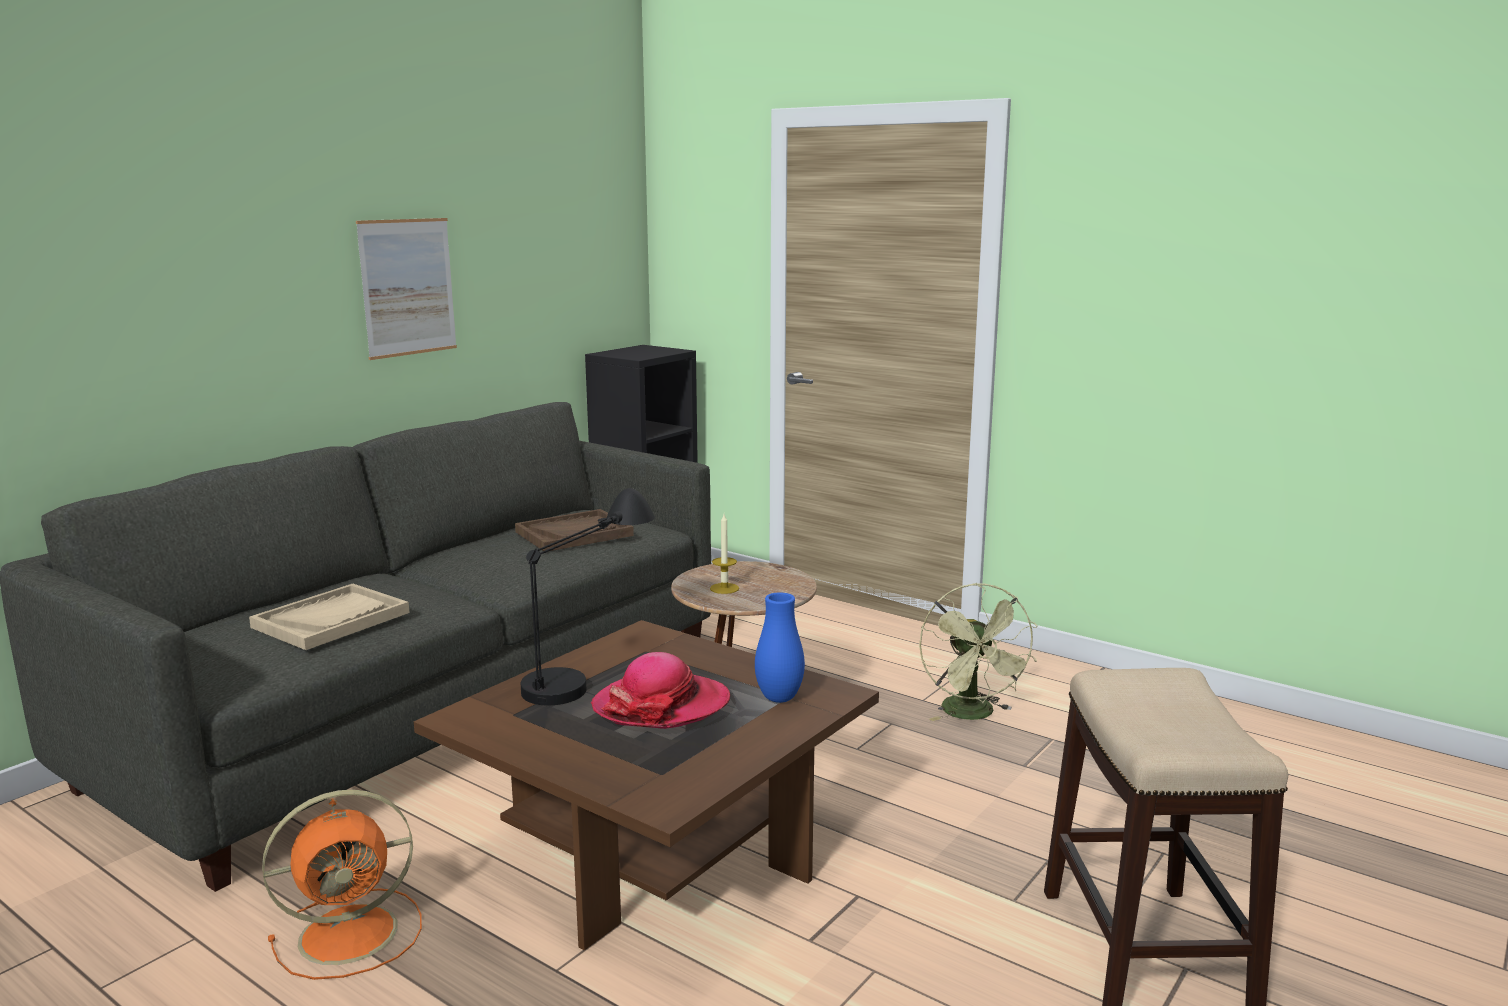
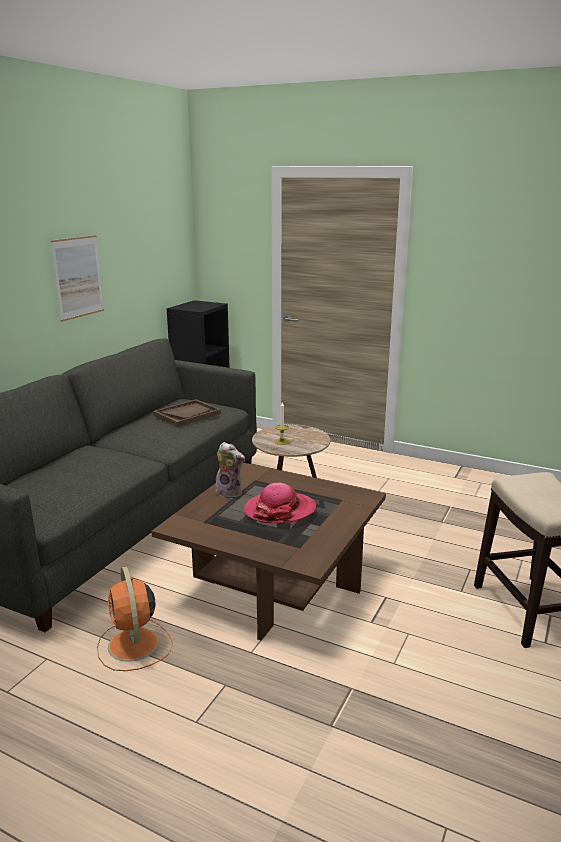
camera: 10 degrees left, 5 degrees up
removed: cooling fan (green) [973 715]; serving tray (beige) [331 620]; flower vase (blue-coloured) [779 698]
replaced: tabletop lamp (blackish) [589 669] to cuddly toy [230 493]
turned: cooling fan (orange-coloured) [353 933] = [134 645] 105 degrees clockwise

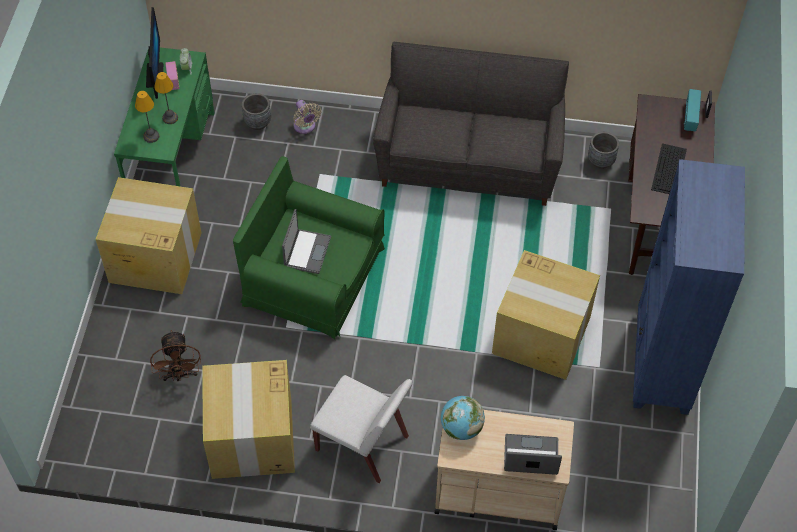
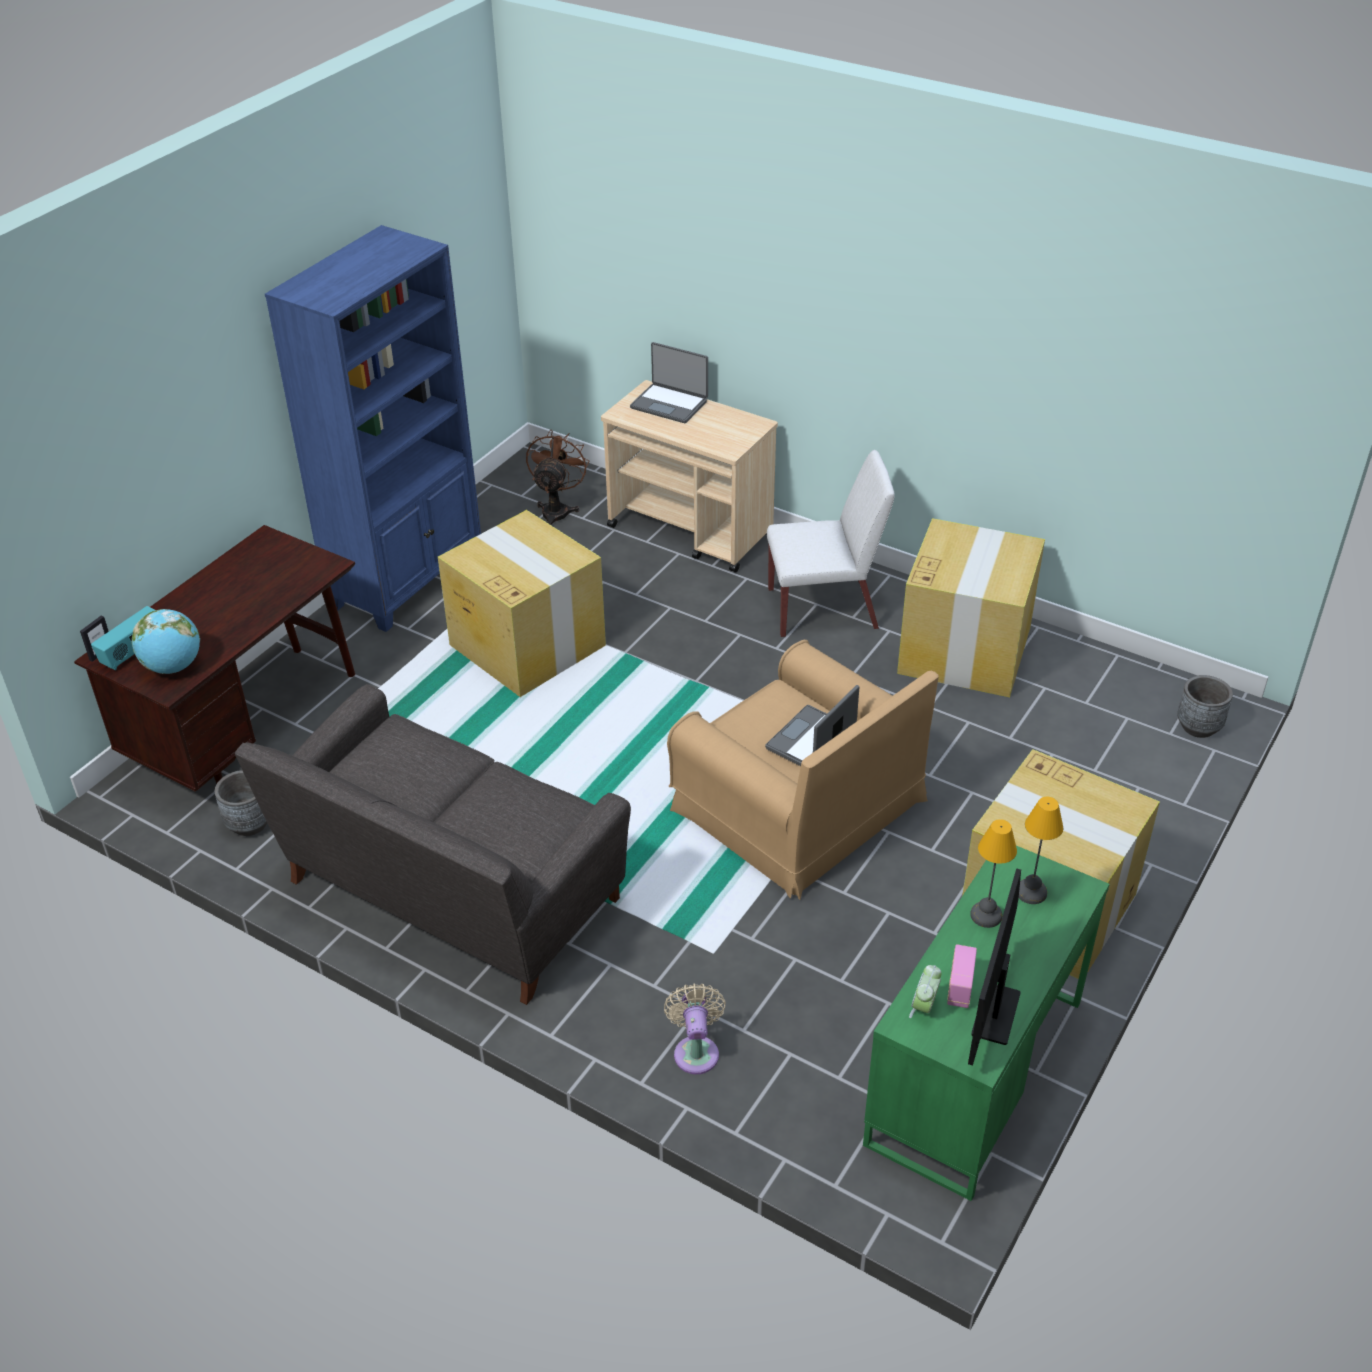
camera: 155 degrees left, 15 degrees down
removed: computer keyboard [669 170]
moved: planter (gray) [258 122] to [1198 727]; cooling fan (brown-coloured) [180 375] to [557 510]; world globe [461 428] to [173 666]
recoloured: armchair (green) [313 275] to armchair (brown-coloured) [799 804]
turned: chair (white) [363 444] = [824 608] 120 degrees clockwise

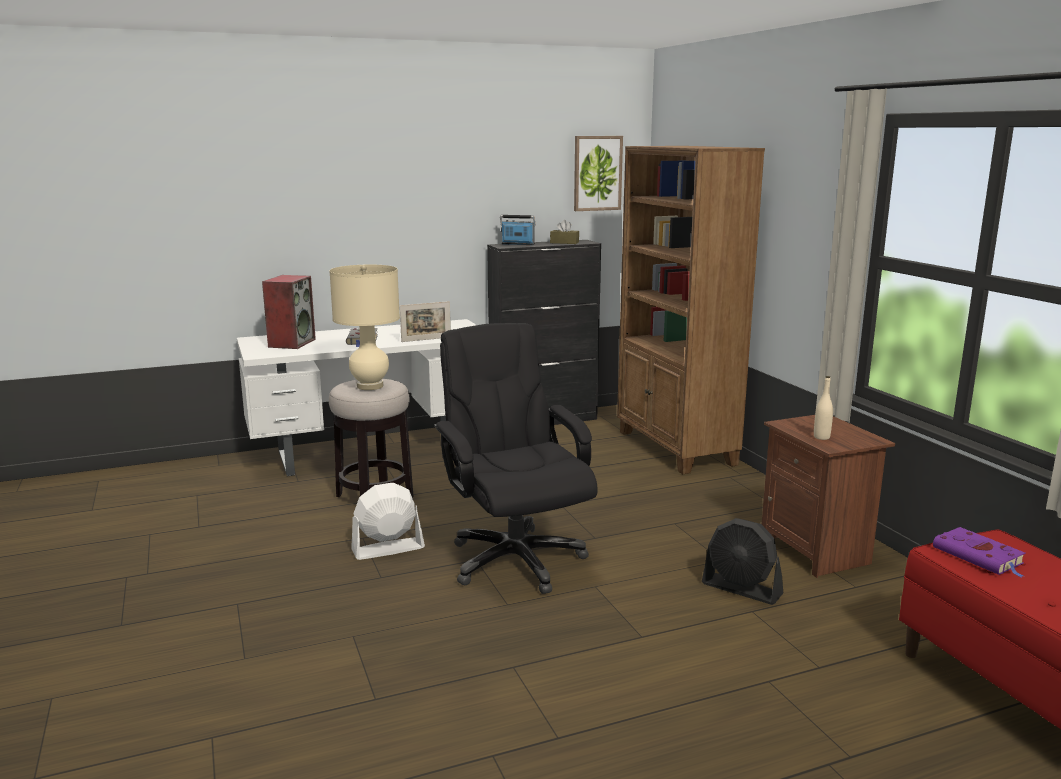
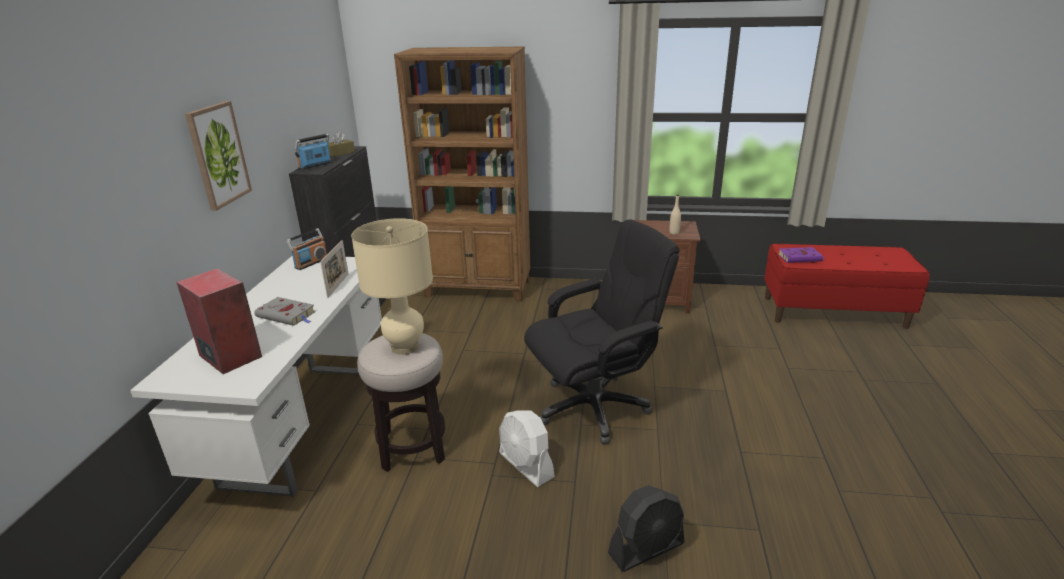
camera: 60 degrees left, 10 degrees up
added: radio receiver [311 263]
moved: picture [597 173] to [218 155]; cooling fan (blackish) [742 589] to [646 548]
turned: office chair (blackish) [515 559] = [594 406] 150 degrees clockwise; cooling fan (white) [387 549] = [526 465] 45 degrees counterclockwise

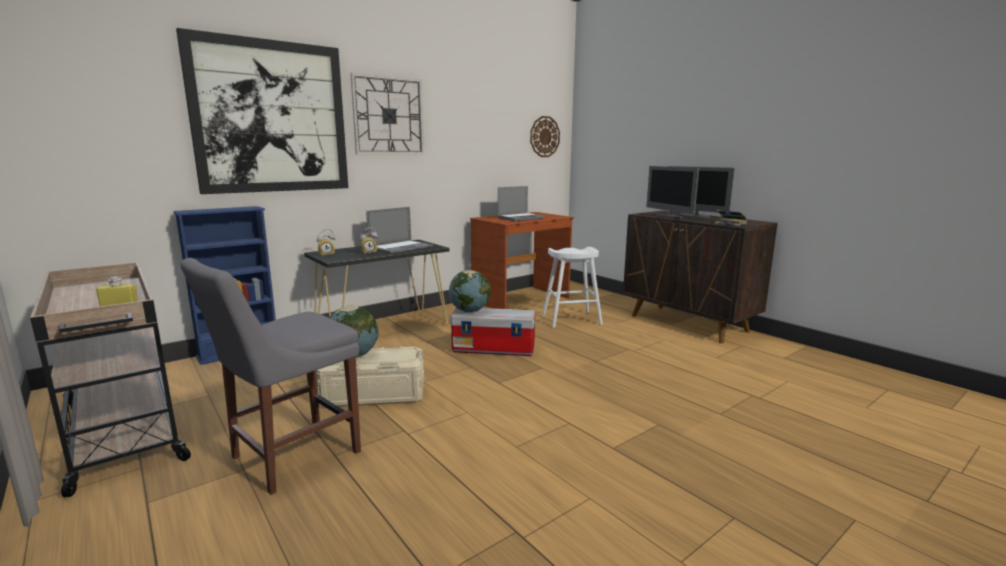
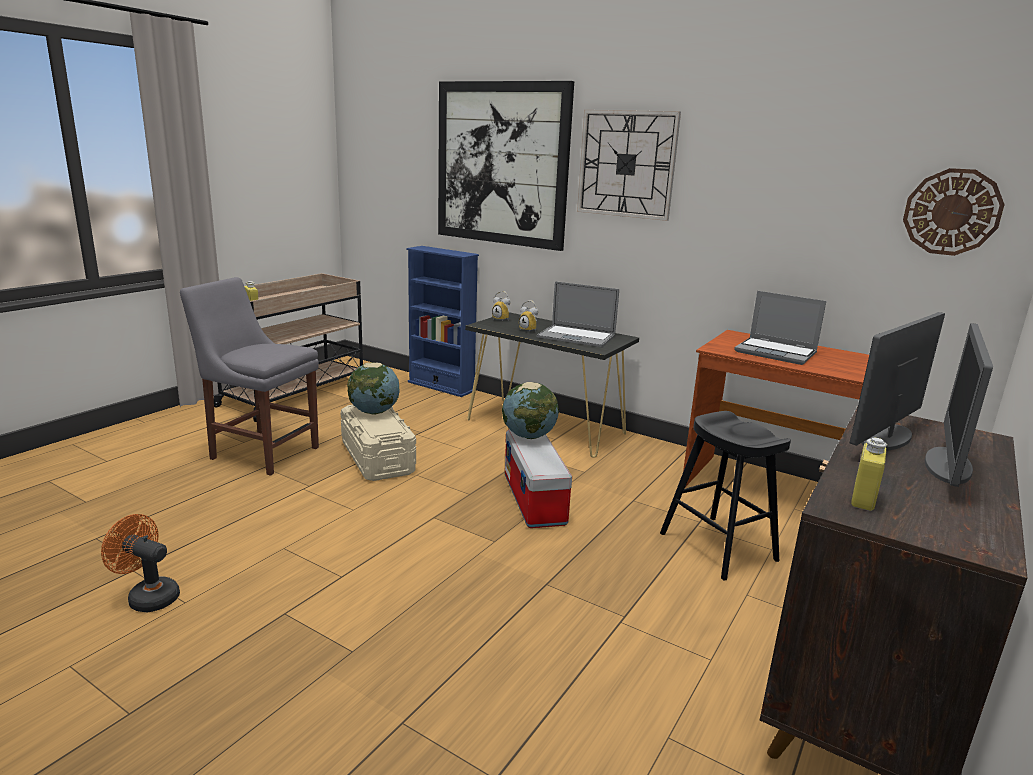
camera: 70 degrees right, 5 degrees up
added: cooling fan (orange-coloured) [148 597]
replaced: book [729 223] to bottle (yellow-coloured) [863 499]
recoloured: stool (white) [571 319] to stool (blackish) [718 547]

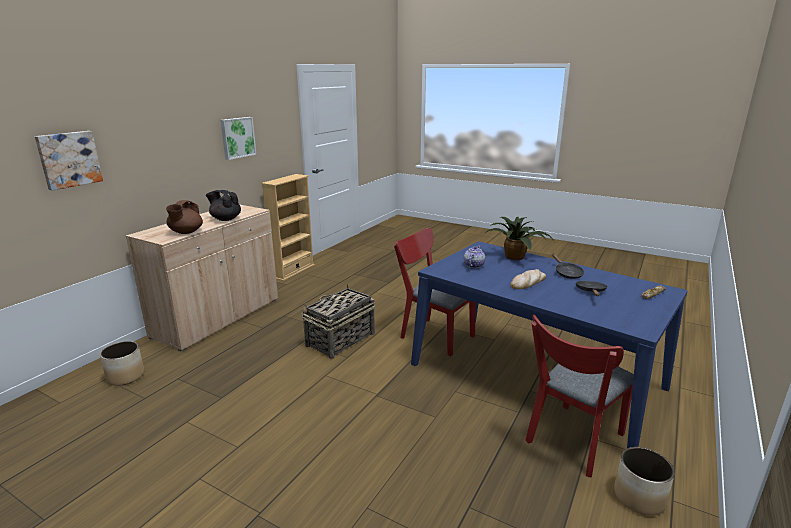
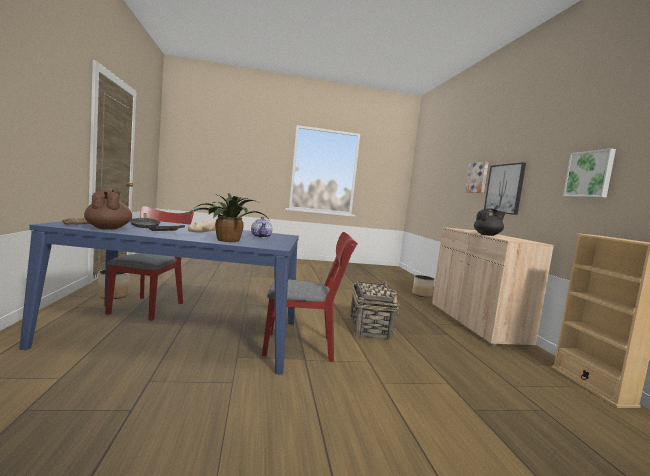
camera: 140 degrees right, 15 degrees down
added: picture [504 189]
moved: teapot (brown-coloured) [186 232] to [108 228]

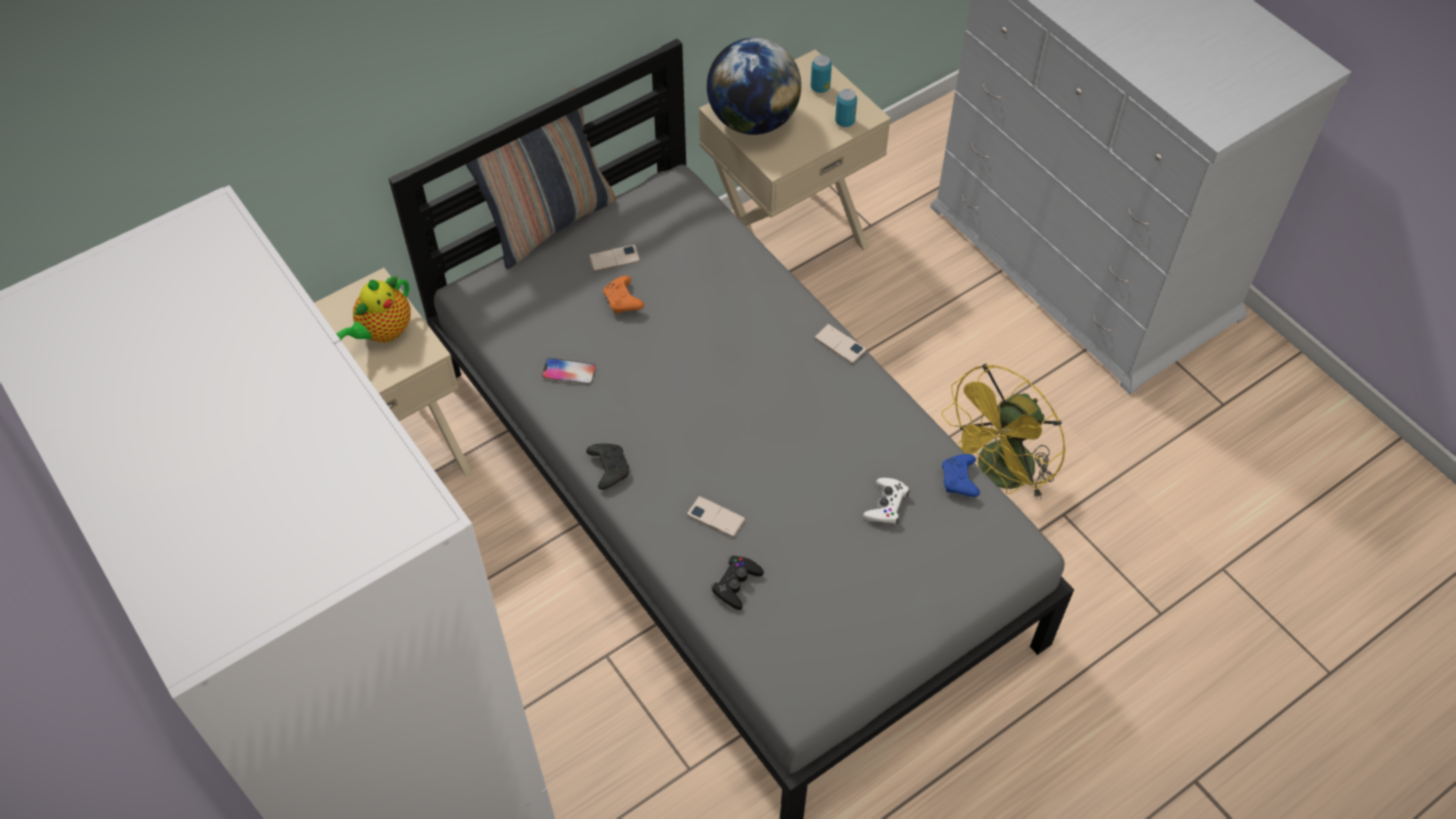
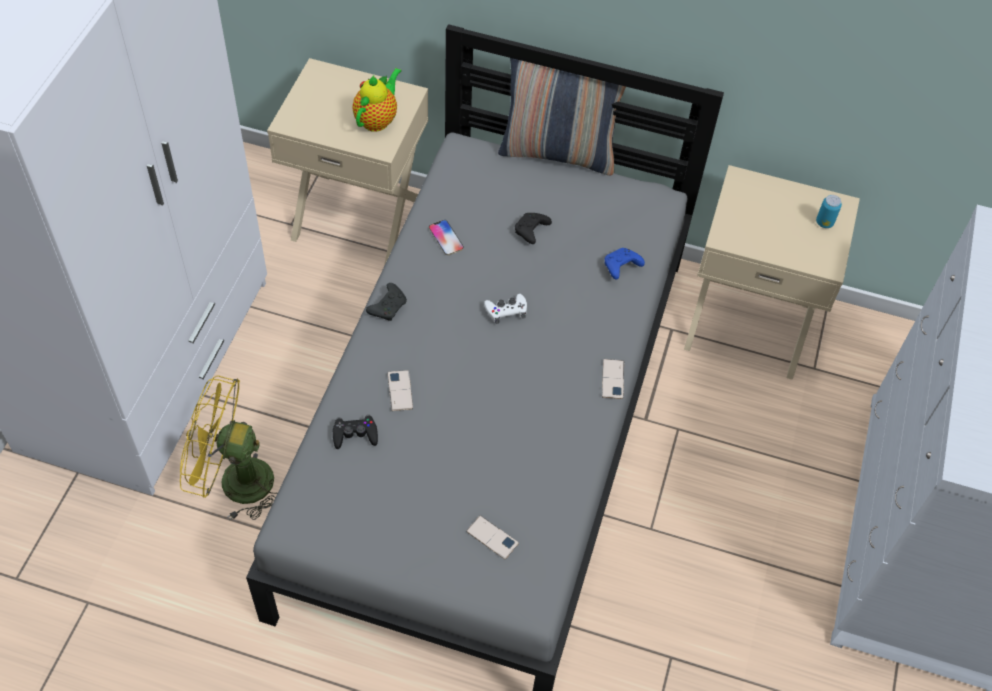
camera: 50 degrees right, 0 degrees up
removed: world globe [753 121]; can [844 121]
moved: telephone [614 258] to [492 537]; cooling fan (yellow-coloured) [998 475] to [234 481]; joypad (blue-coloured) [959 481] to [621 267]; joypad (white) [886 505] to [506 311]
recoloured: joypad (orange-coloured) [623 301] to joypad (blackish) [531 231]
turned: teapot [383 332] = [377 119] 120 degrees clockwise

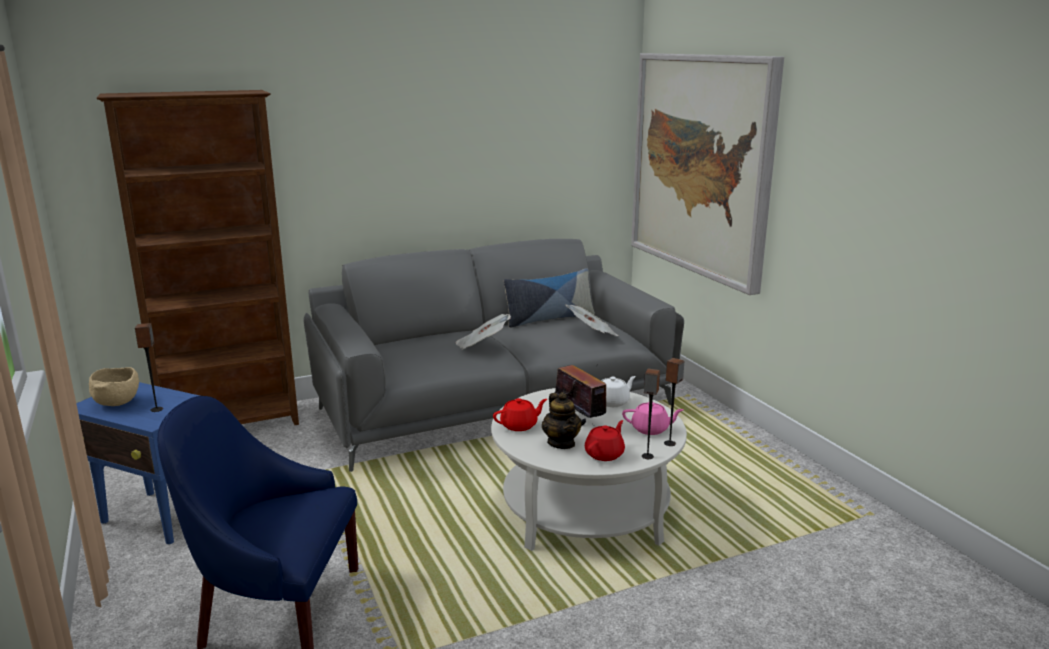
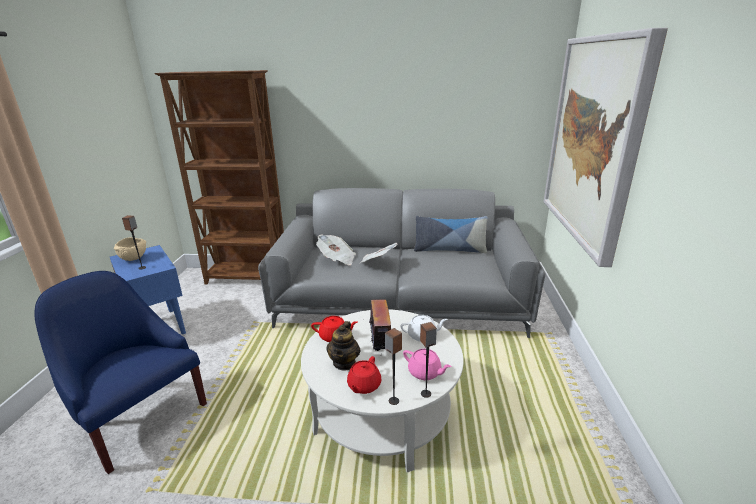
camera: 30 degrees right, 5 degrees up
moved: daily paper [592 333] to [337 259]
turned: teapot (red-coloured) [605 454] = [363 386] 135 degrees clockwise

